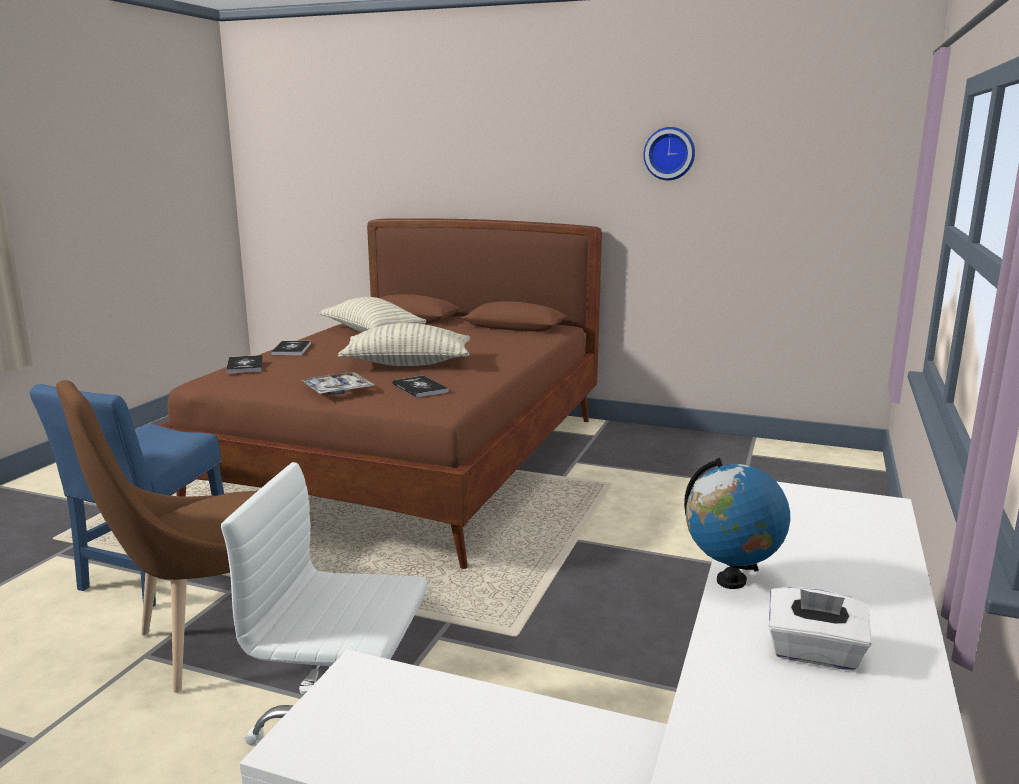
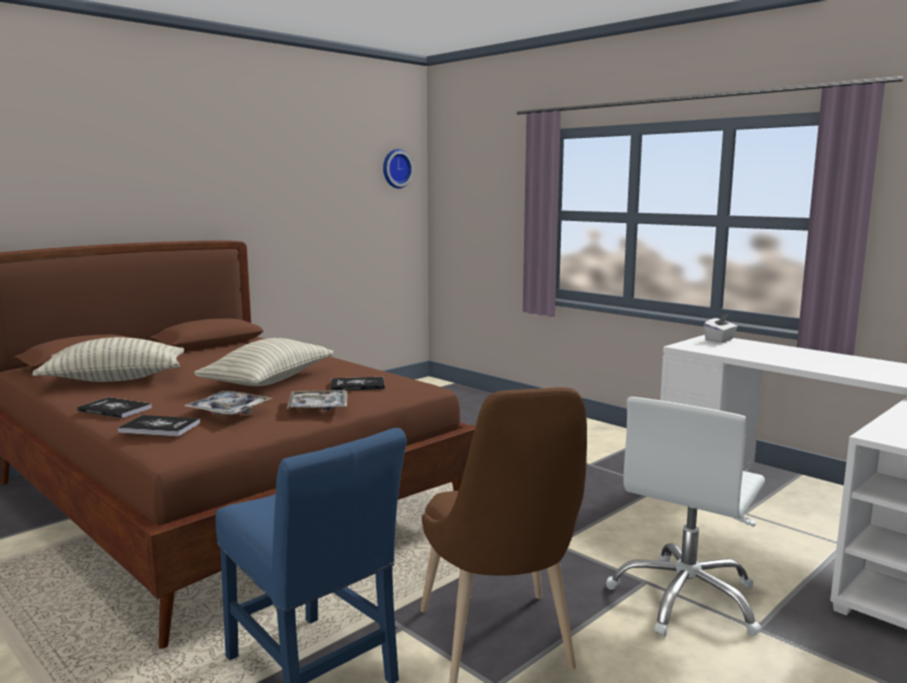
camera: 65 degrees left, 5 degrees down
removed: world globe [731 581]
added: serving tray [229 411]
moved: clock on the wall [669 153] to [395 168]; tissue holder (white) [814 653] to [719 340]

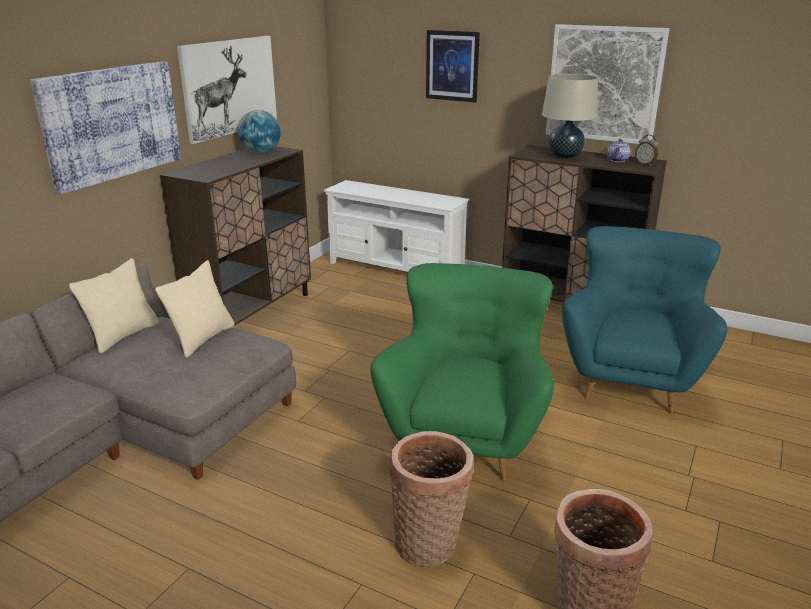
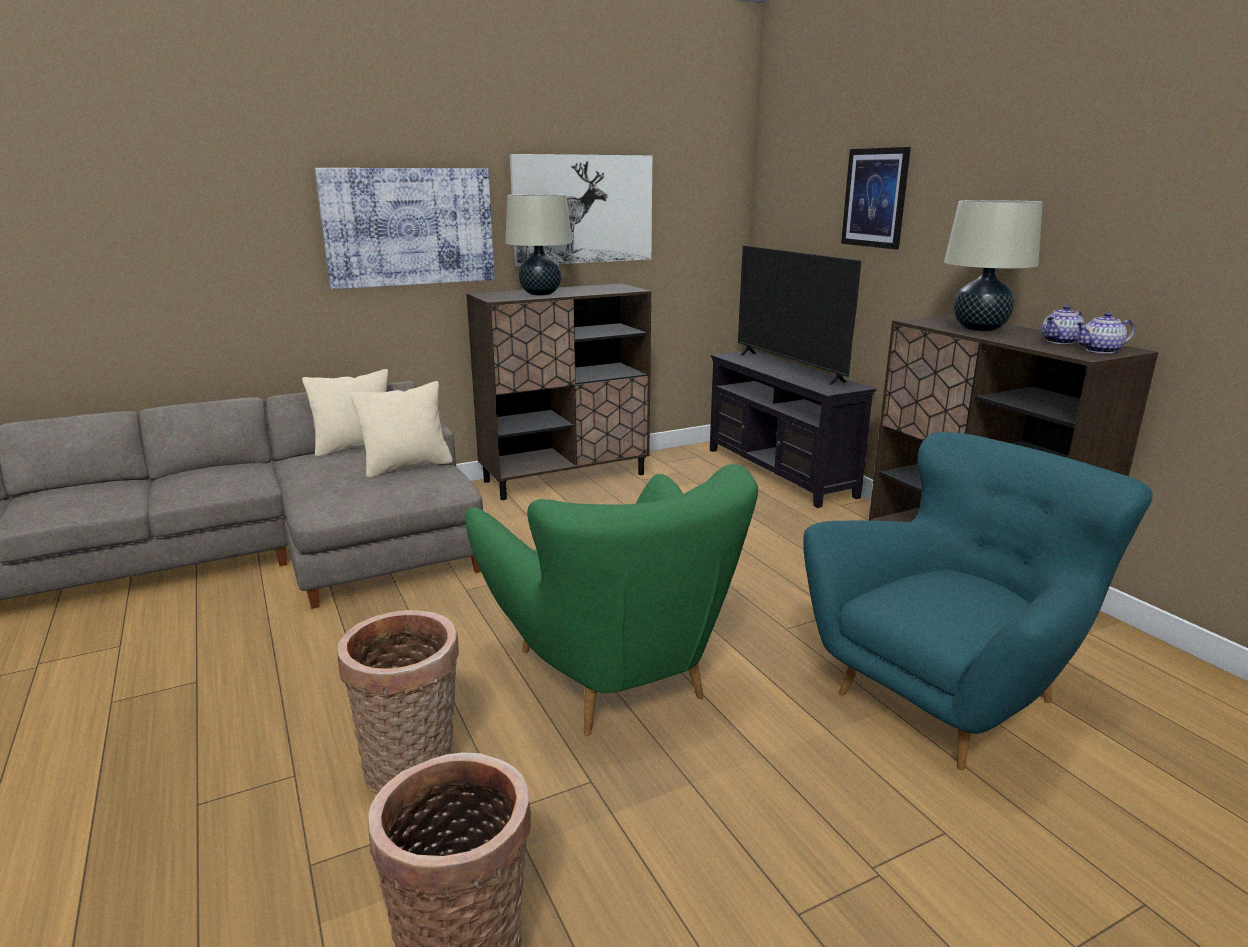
camera: 35 degrees right, 5 degrees down
removed: picture [604 84]; world globe [261 152]
added: tabletop lamp (beige) [540 294]; TV [789 367]
replaced: alarm clock [645 164] to teapot [1101 351]
recoloured: tv unit (white) [396 269] to tv unit (blackish) [779 473]
turned: armchair (green) [465 437] = [613 675] 105 degrees clockwise

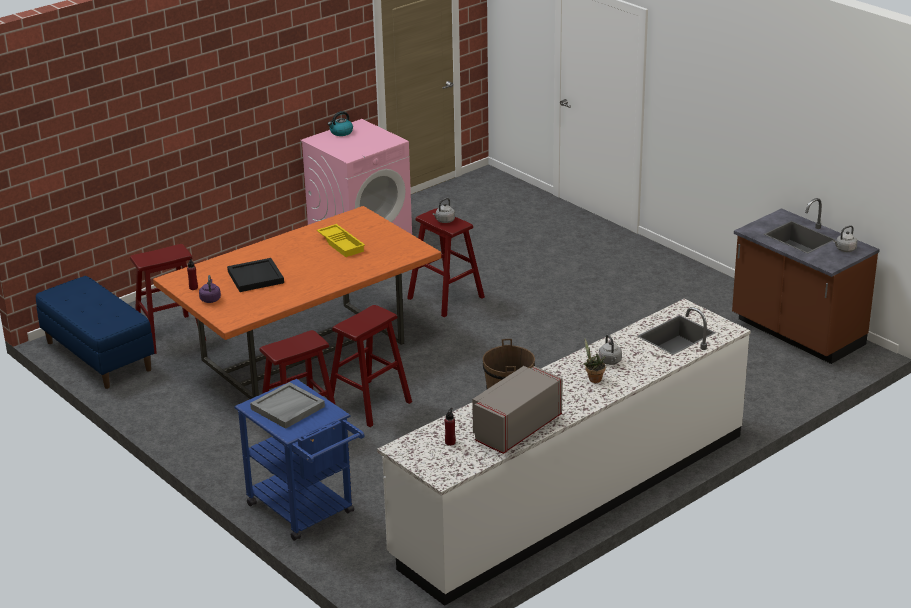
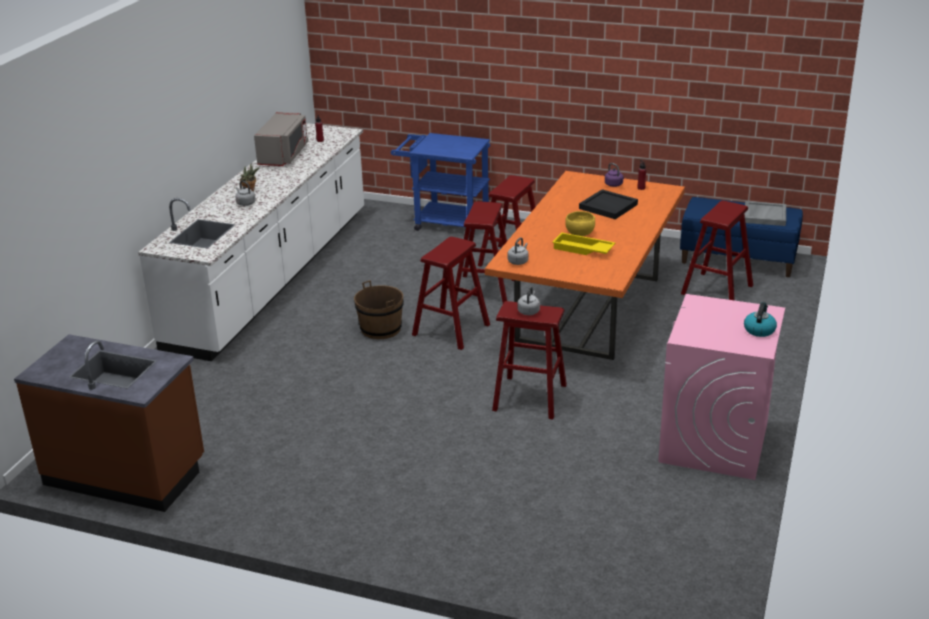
camera: 150 degrees right, 0 degrees up
added: deep dish (yellow-coloured) [580 233]; stool (red-coloured) [451 329]
moved: kettle (gray) [844 249] to [518 261]; serving tray (gray) [287 408] to [764 215]

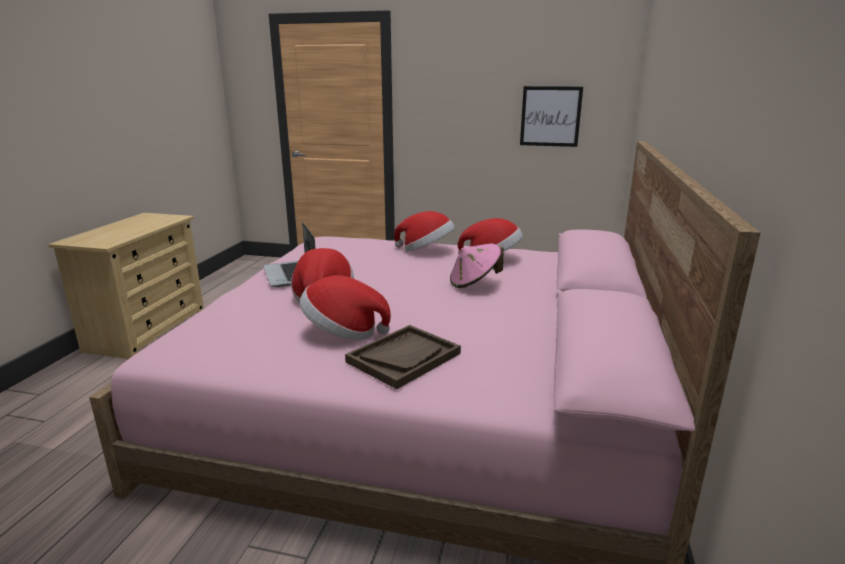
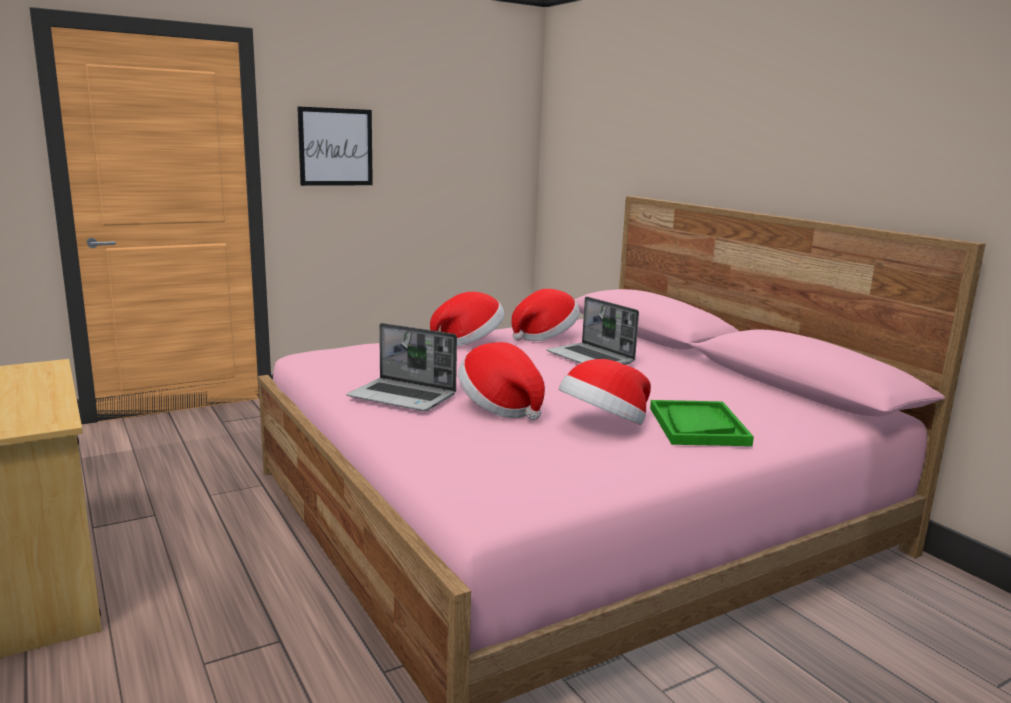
camera: 45 degrees left, 5 degrees down
moved: picture [550 116] to [335 147]
replaced: wearable hat (pink-coloured) [474 283] to portable computer [591 358]
recoloured: serving tray (brown-coloured) [403 357] to serving tray (green) [697 426]

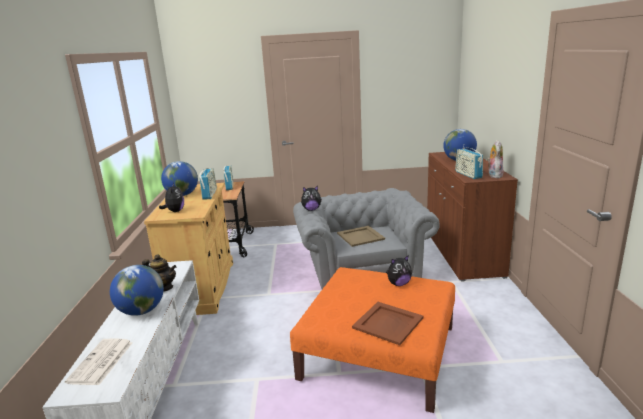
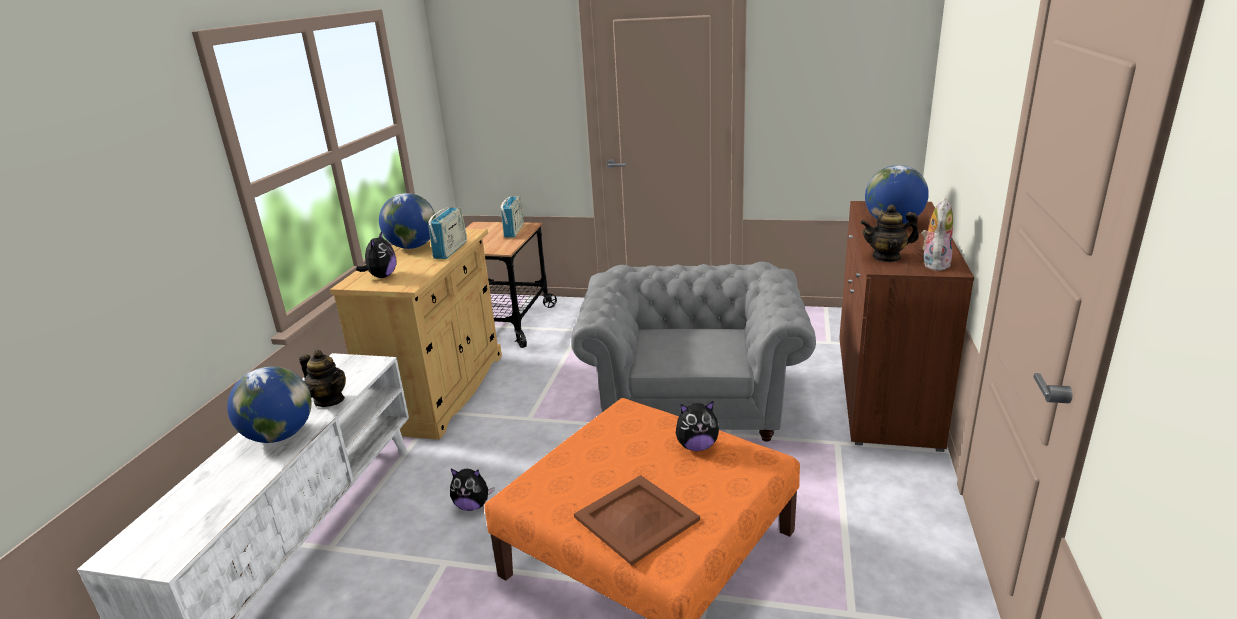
camera: 15 degrees right, 5 degrees up
removed: serving tray (beige) [361 236]; daily paper [101 362]
moved: cuddly toy [311 209] to [472 505]
replaced: radio receiver [468 175] to teapot [886 257]

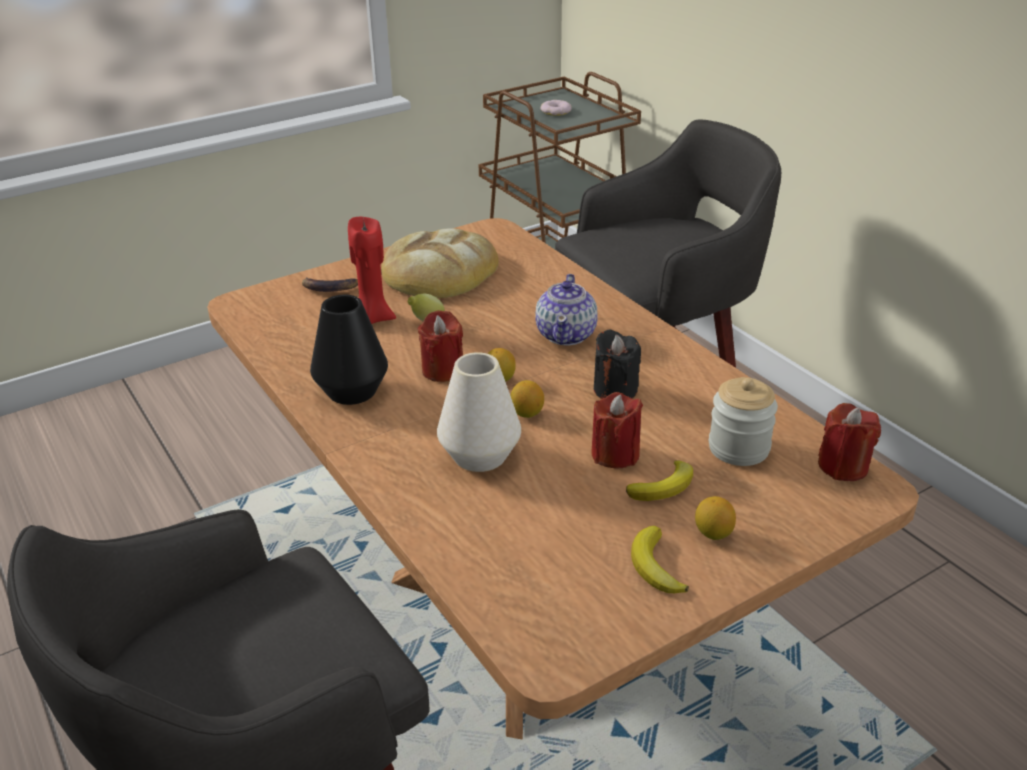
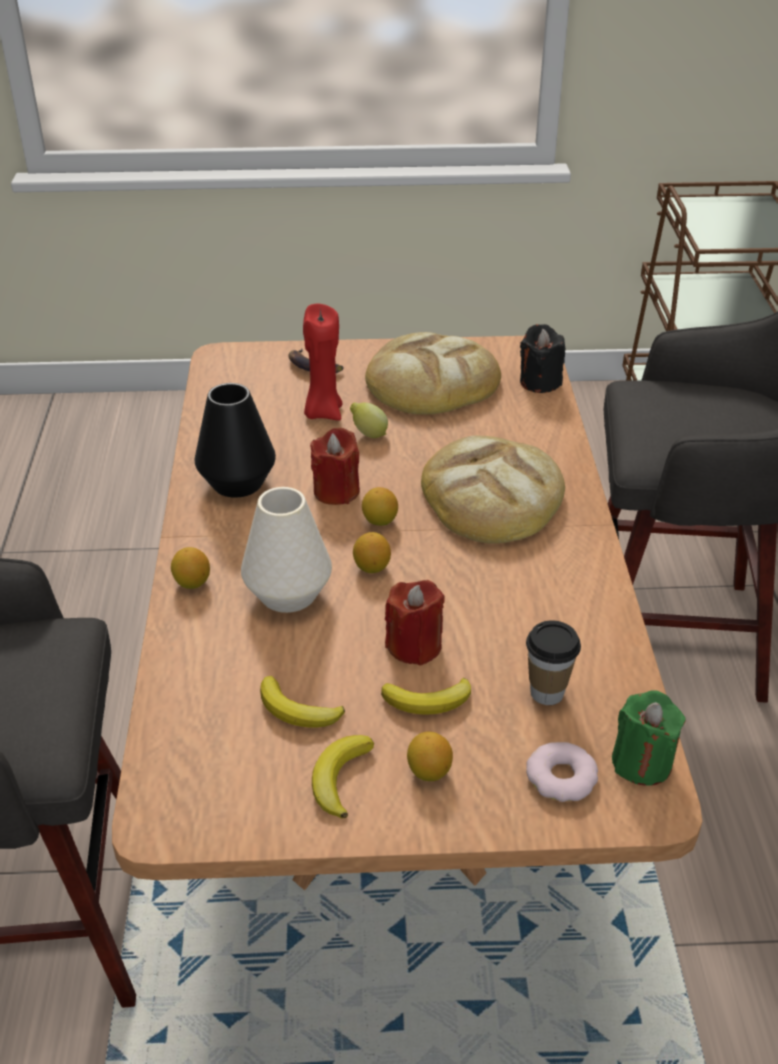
camera: 30 degrees right, 5 degrees up
added: citrus fruit [192 583]; banana [298 710]
moved: ring doughnut [556 111] to [561 777]; candle (blackish) [615 390] to [540 382]
replaced: teapot [566 334] to bakery bread [492 496]; preserve jar [738 448] to drinking cup [547 693]
recoloured: candle (red-coloured) [843 466] to candle (green) [642 762]

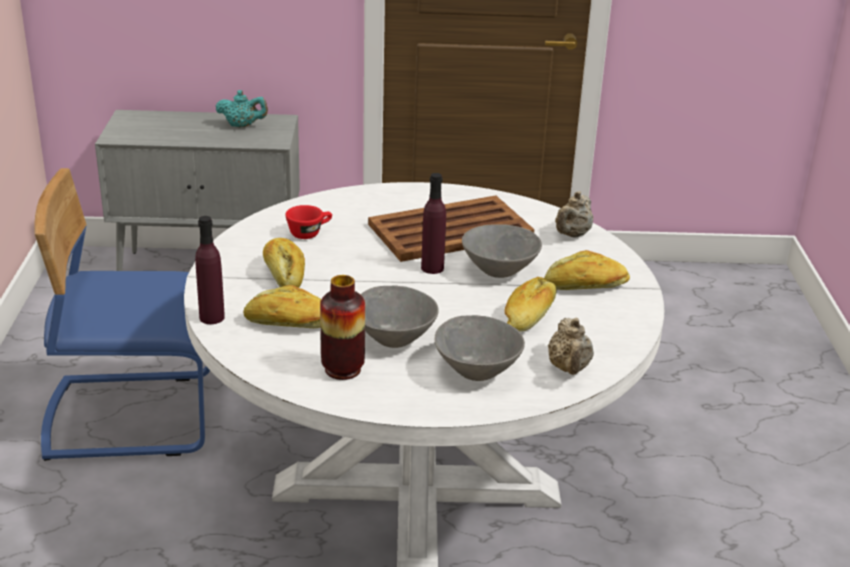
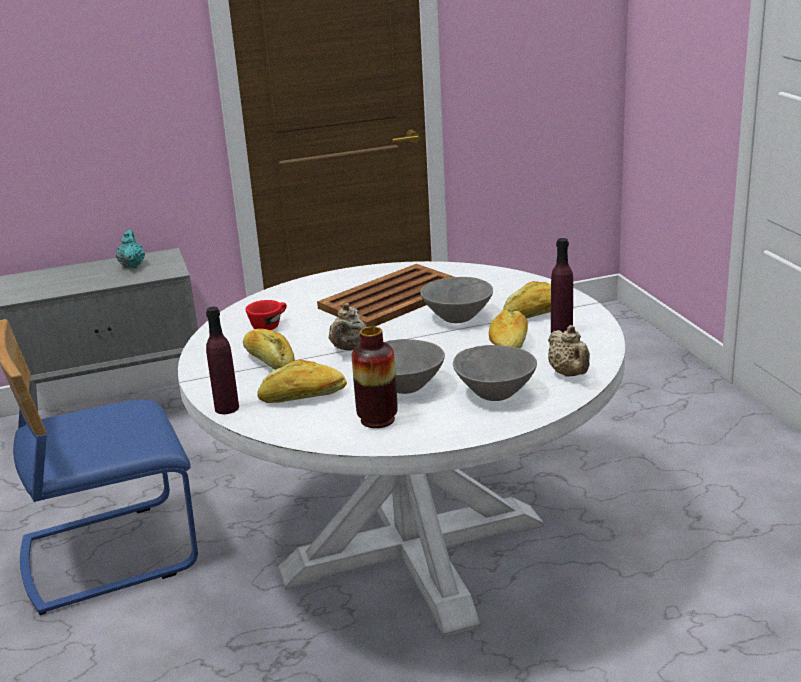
camera: 15 degrees left, 5 degrees down
moved: bottle (purple-coloured) [432 268] to [561 331]; teapot (beige) [572 235] to [348 348]
turned: teapot (turquoise-coloured) [242 126] = [132 265] 90 degrees counterclockwise

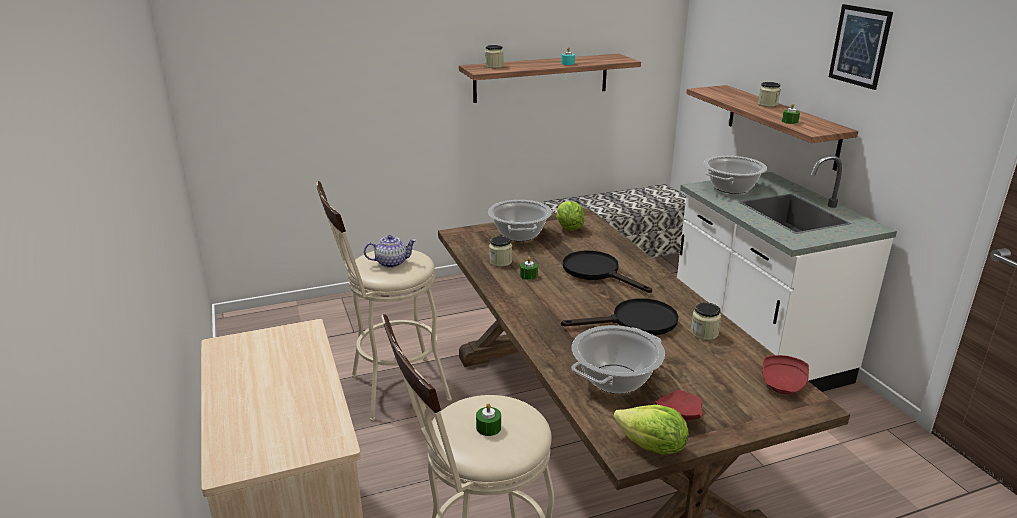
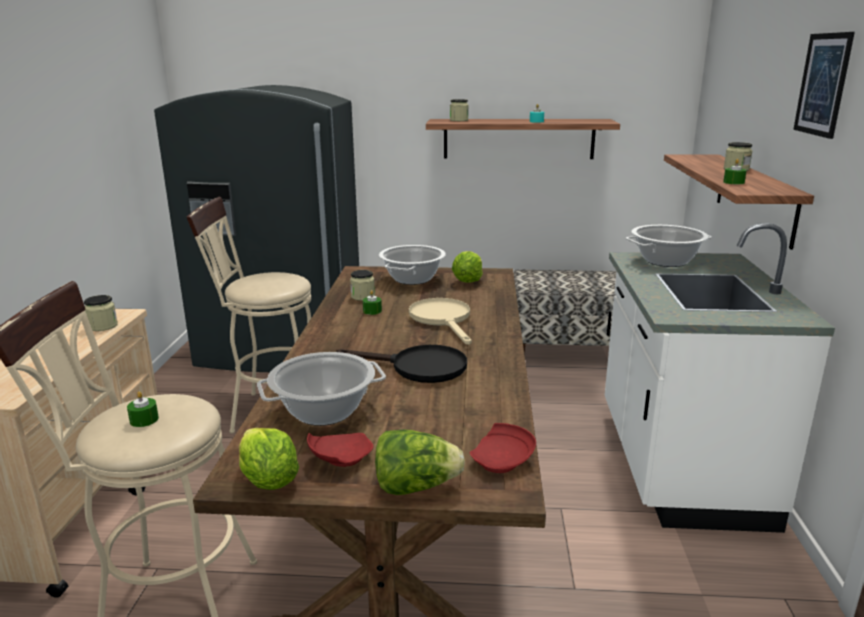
camera: 25 degrees right, 5 degrees down
removed: teapot [391 263]
added: kitchen fridge (gray) [282 351]; lettuce head [415 486]
moved: preserve jar [704 333] to [103 326]
recoloured: skillet (blackish) [597 272] to skillet (beige) [443 319]

